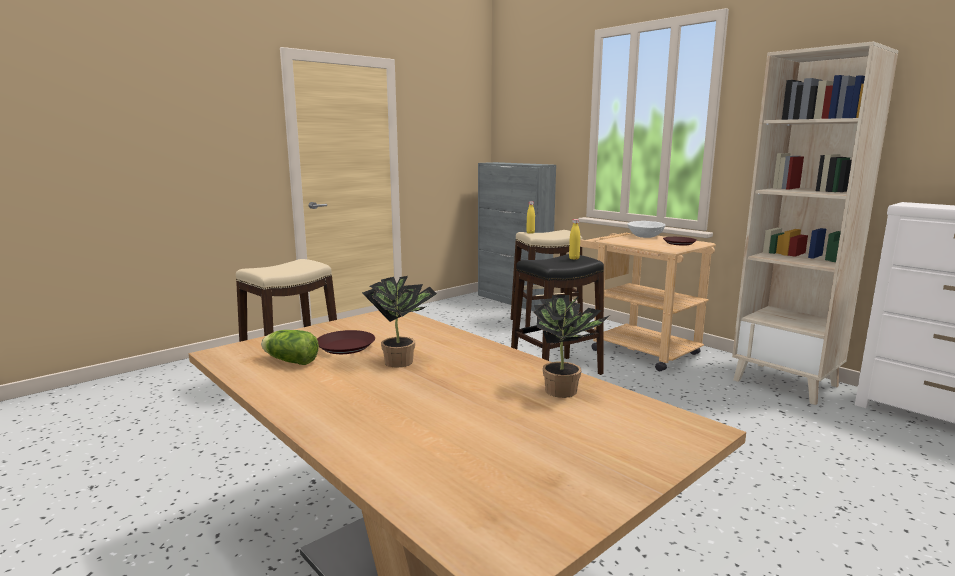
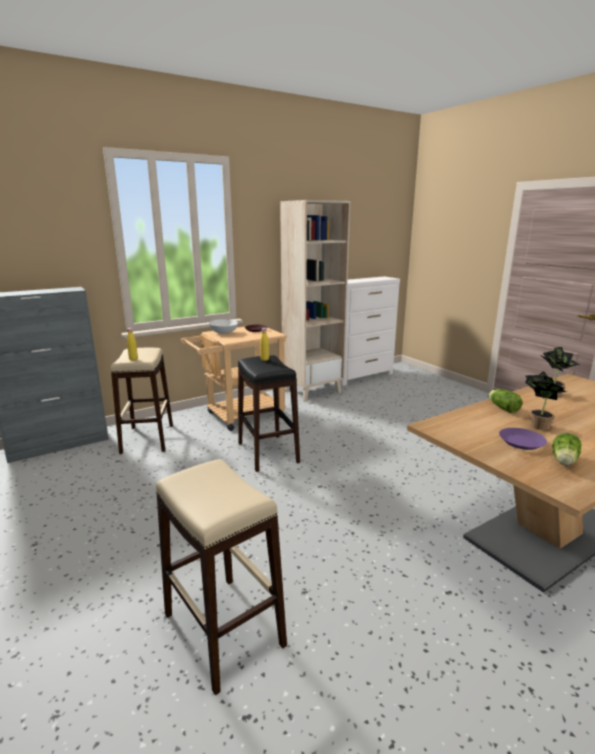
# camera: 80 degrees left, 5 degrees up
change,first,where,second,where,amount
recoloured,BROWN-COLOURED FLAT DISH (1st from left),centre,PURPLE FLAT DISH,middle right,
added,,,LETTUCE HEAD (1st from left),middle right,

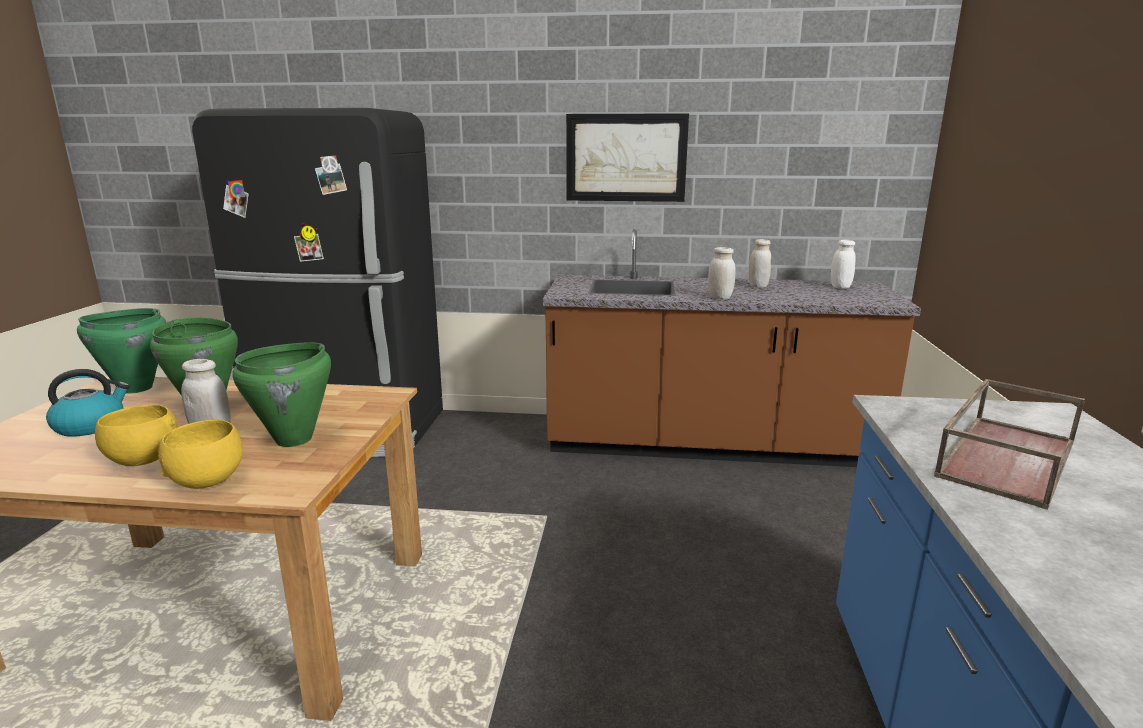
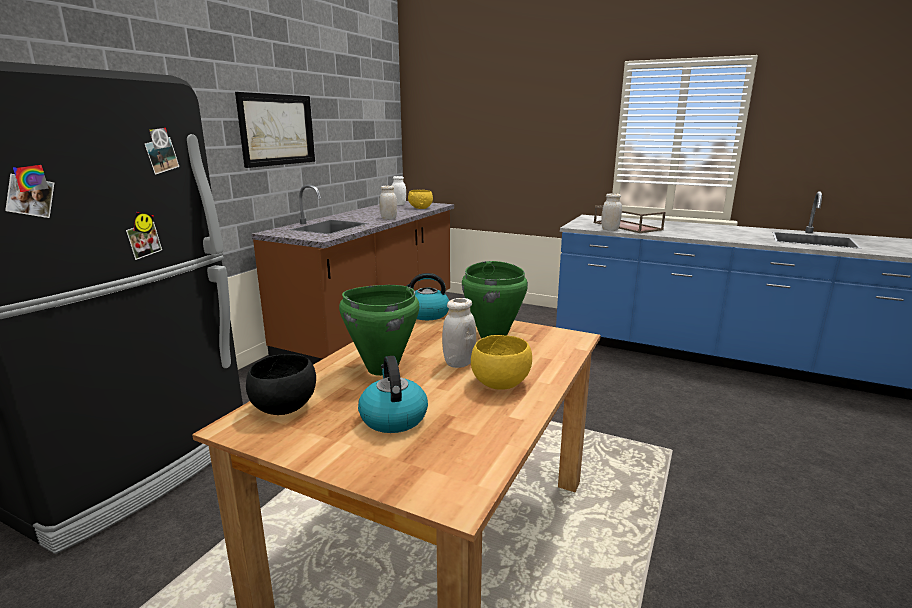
# camera: 70 degrees left, 0 degrees up
change,first,where,second,where,amount
replaced,GREEN STOCKPOT (1st from left),middle left,BLACK BOWL,middle left,
moved,YELLOW BOWL (2nd from left in the first image),middle left,YELLOW BOWL (1st from left),top centre,
moved,WHITE-COLOURED STORAGE JAR (3rd from left in the first image),centre,WHITE-COLOURED STORAGE JAR (4th from left),middle right,
added,,,TEA KETTLE (2nd from left),centre,

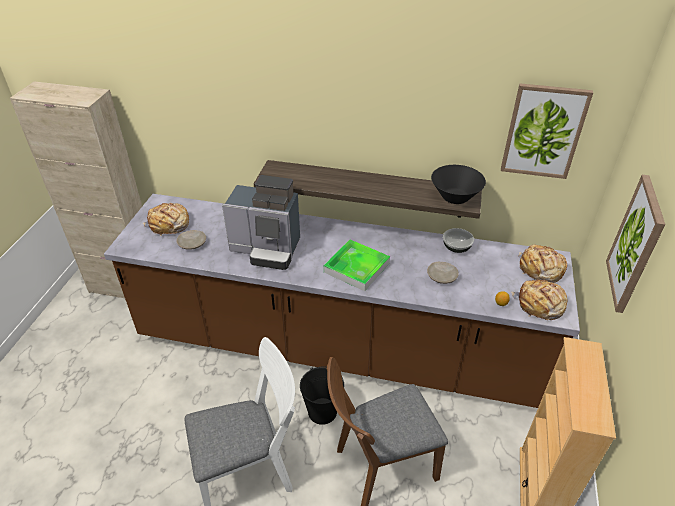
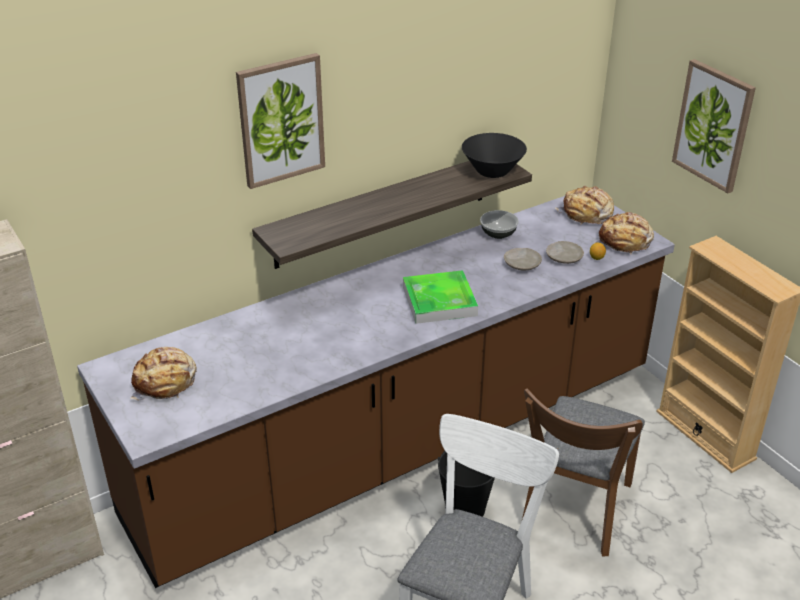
# camera: 45 degrees left, 5 degrees down
change,first,where,second,where,amount
moved,BEIGE-COLOURED FLAT DISH (1st from left in the first image),middle left,BEIGE-COLOURED FLAT DISH (2nd from left),middle right,
removed,COFFEE MAKER,centre,,,
moved,WALL ART (1st from left),top right,,top centre,

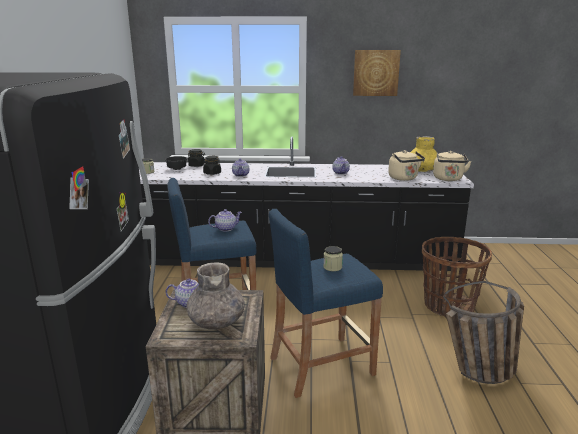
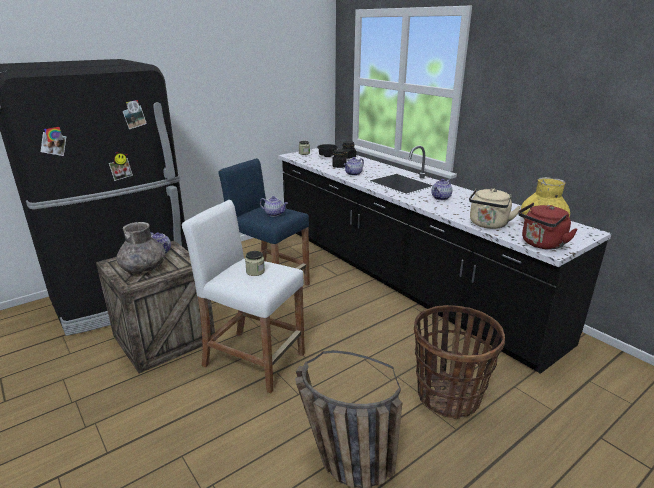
# camera: 50 degrees right, 5 degrees up
change,first,where,second,where,amount
recoloured,BLUE SITTING STOOL (2nd from left),bottom centre,WHITE-COLOURED SITTING STOOL,centre,
removed,WALL ART,top centre,,,
recoloured,BEIGE-COLOURED TEA KETTLE (2nd from left),middle right,REDDISH TEA KETTLE,middle right,

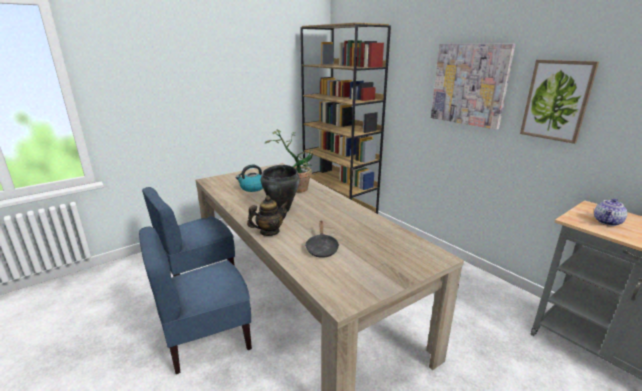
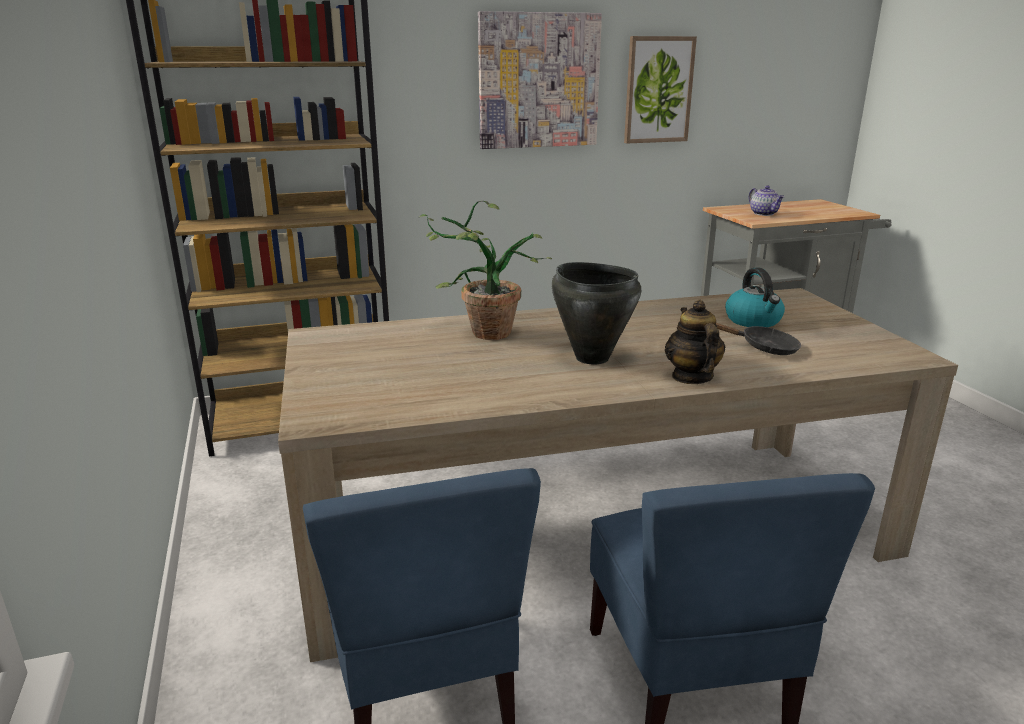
# camera: 70 degrees left, 0 degrees up
change,first,where,second,where,amount
moved,TEA KETTLE,centre,,middle right,

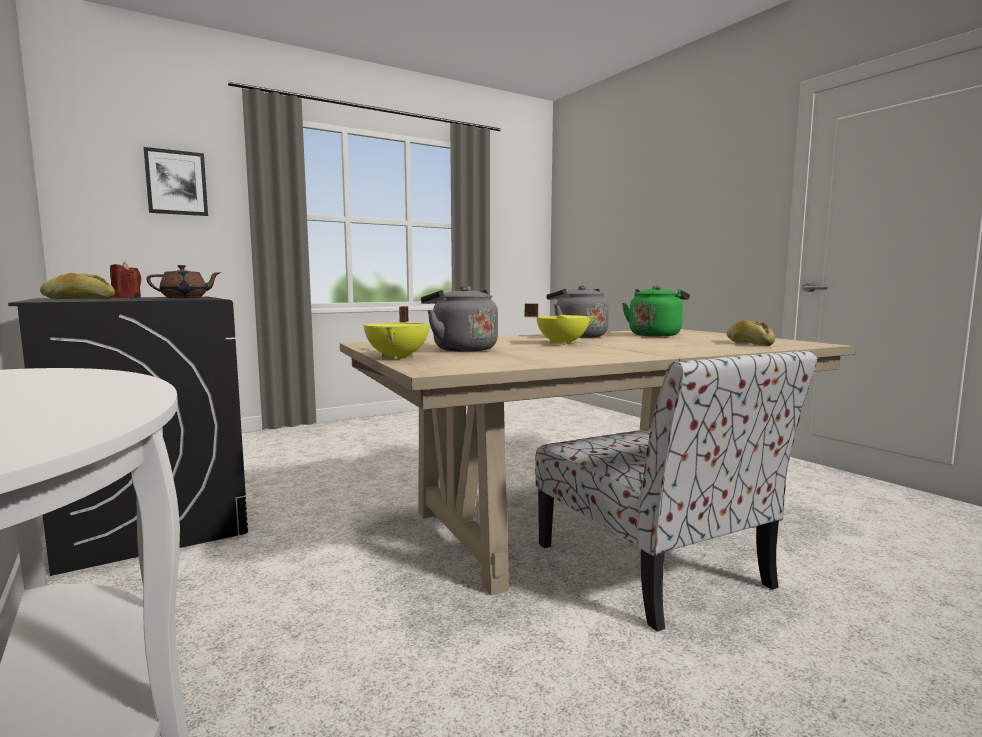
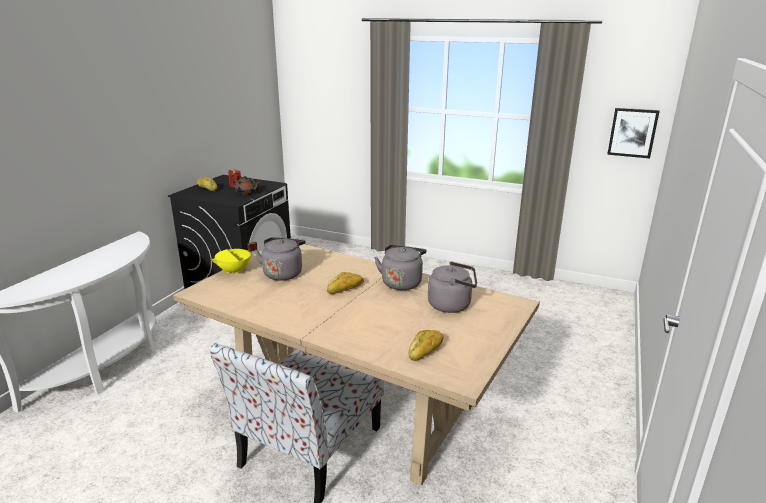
# camera: 55 degrees right, 15 degrees up
change,first,where,second,where,amount
moved,WALL ART,top left,,top right,
replaced,YELLOW STOCKPOT (2nd from left),centre,BREAD (2nd from left),centre,
recoloured,GREEN TEA KETTLE,middle right,GREY TEA KETTLE (3rd from left),centre,

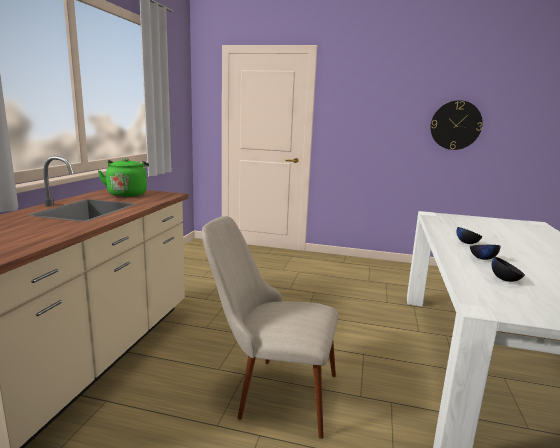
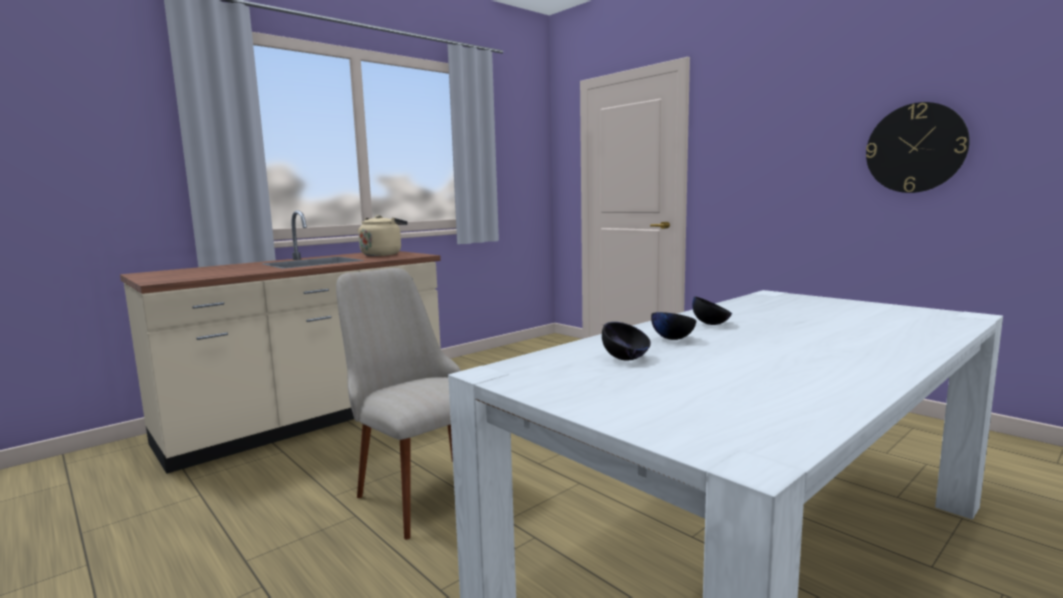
# camera: 35 degrees right, 5 degrees down
change,first,where,second,where,amount
recoloured,GREEN TEA KETTLE,middle left,BEIGE-COLOURED TEA KETTLE,centre,

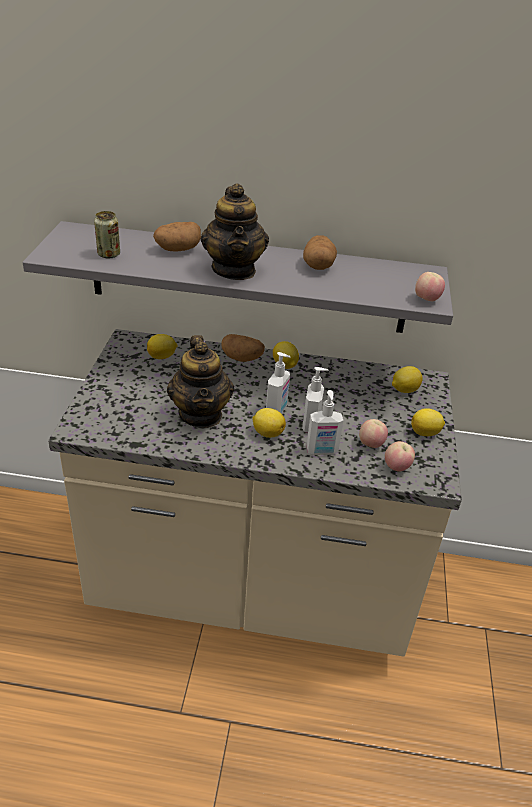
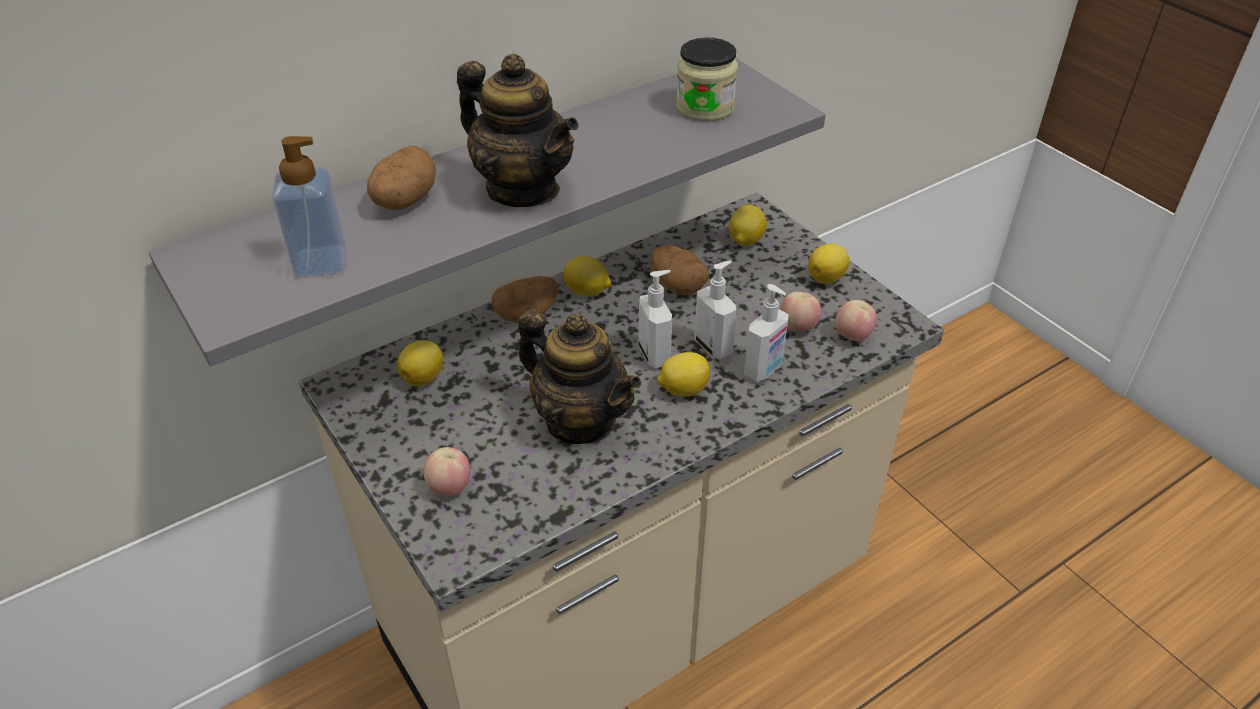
# camera: 40 degrees left, 5 degrees up
change,first,where,second,where,amount
replaced,SEALED CAN,top left,LIQUID SOAP BOTTLE (1st from left),top left,
moved,SPUD (3rd from left),top centre,,centre,
moved,WHOLE APPLE (3rd from left in the first image),middle right,WHOLE APPLE (1st from left),centre,
added,,,STORAGE JAR,top centre,

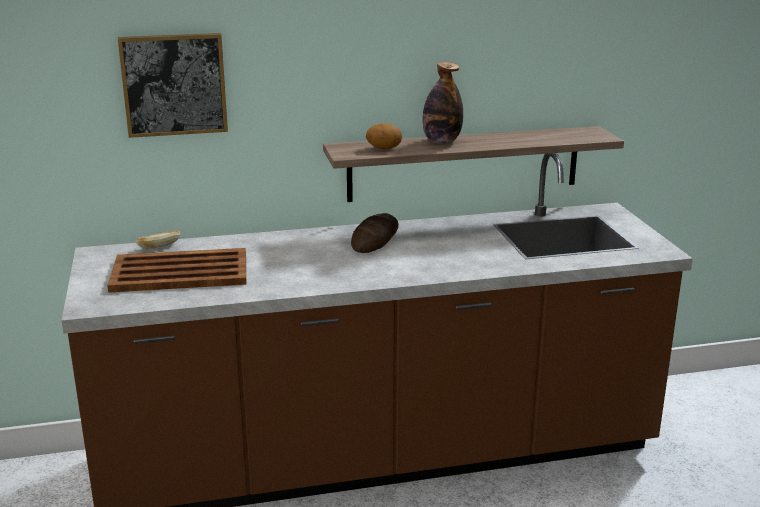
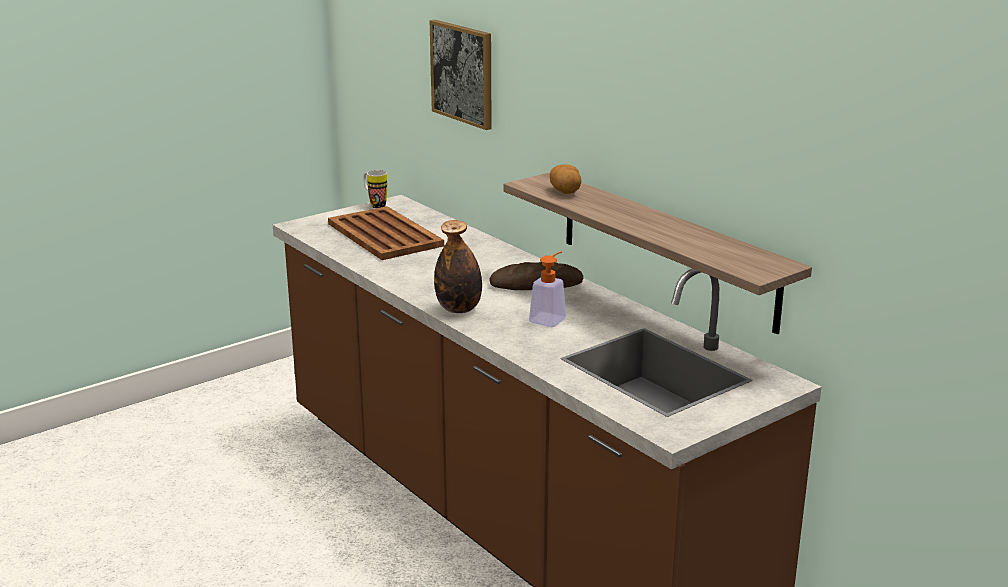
# camera: 65 degrees right, 0 degrees up
change,first,where,second,where,amount
removed,BREAD (1st from left),middle left,,,
moved,BEVERAGE BOTTLE,top centre,,centre,
added,,,COFFEE MUG,top centre,
added,,,LIQUID SOAP BOTTLE,centre,

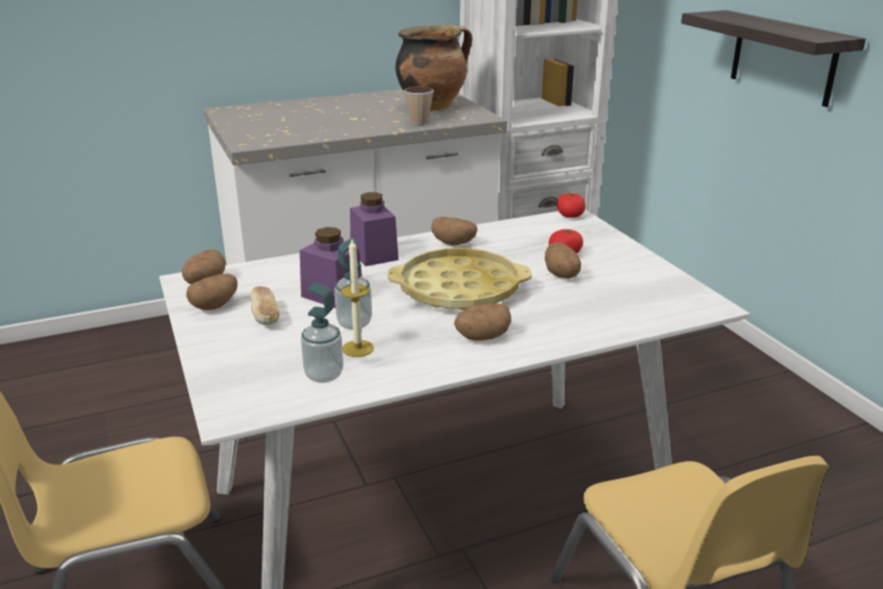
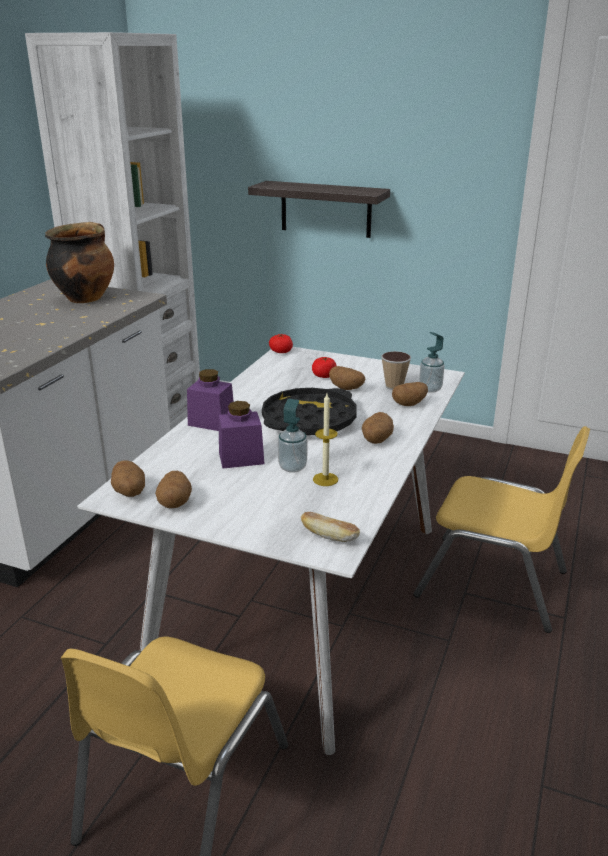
# camera: 45 degrees left, 0 degrees up
change,first,where,second,where,amount
moved,BREAD,middle left,,centre,
moved,LIQUID SOAP BOTTLE (1st from left in the first image),centre,LIQUID SOAP BOTTLE (2nd from left),middle right,
recoloured,YELLOW TRAY,centre,BLACK TRAY,centre,
moved,DRINKING CUP,top centre,,centre,
moved,SPUD (3rd from left in the first image),centre,SPUD (5th from left),middle right,

